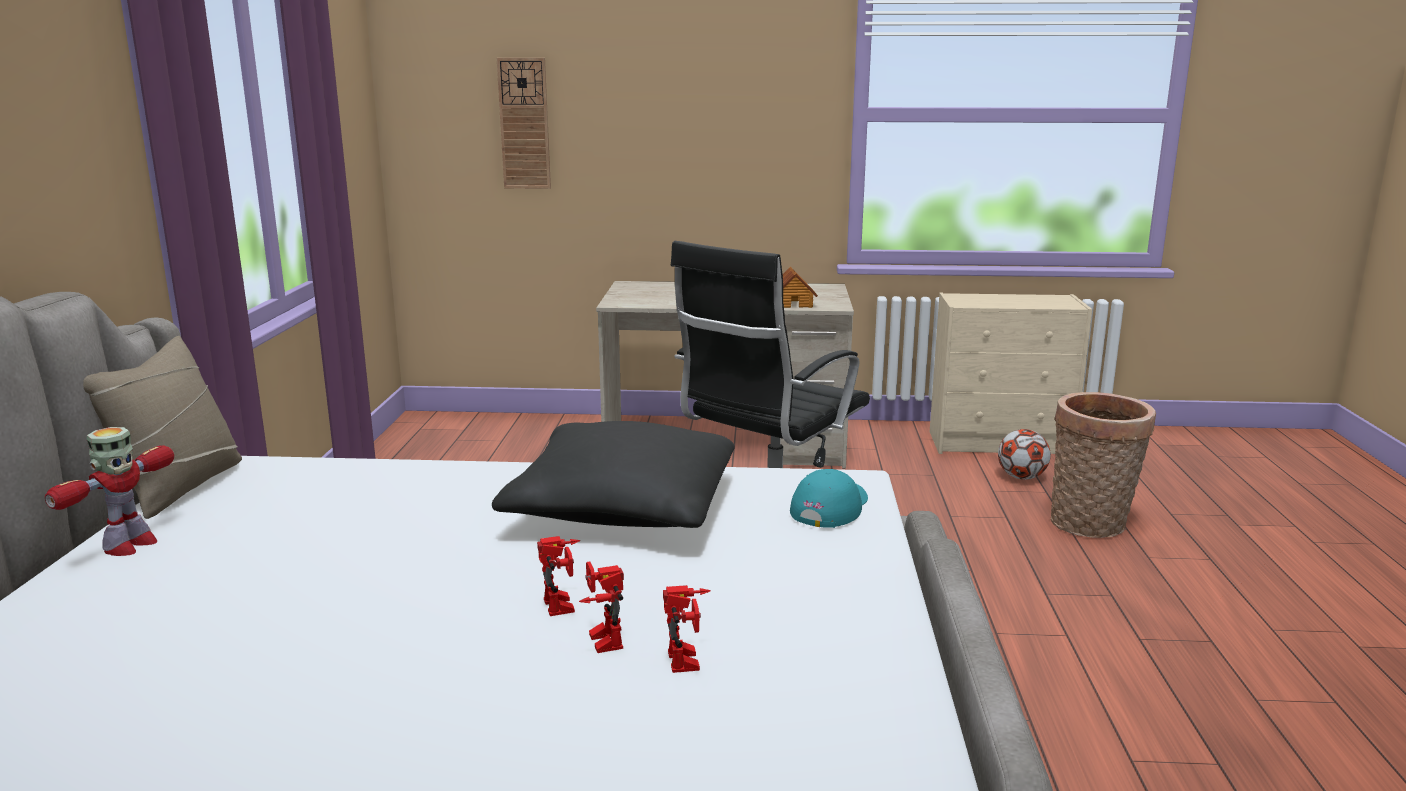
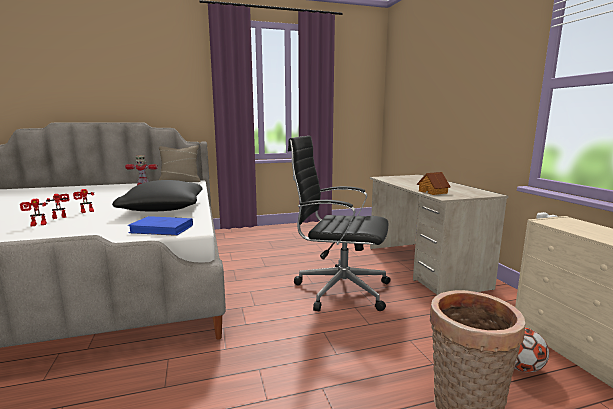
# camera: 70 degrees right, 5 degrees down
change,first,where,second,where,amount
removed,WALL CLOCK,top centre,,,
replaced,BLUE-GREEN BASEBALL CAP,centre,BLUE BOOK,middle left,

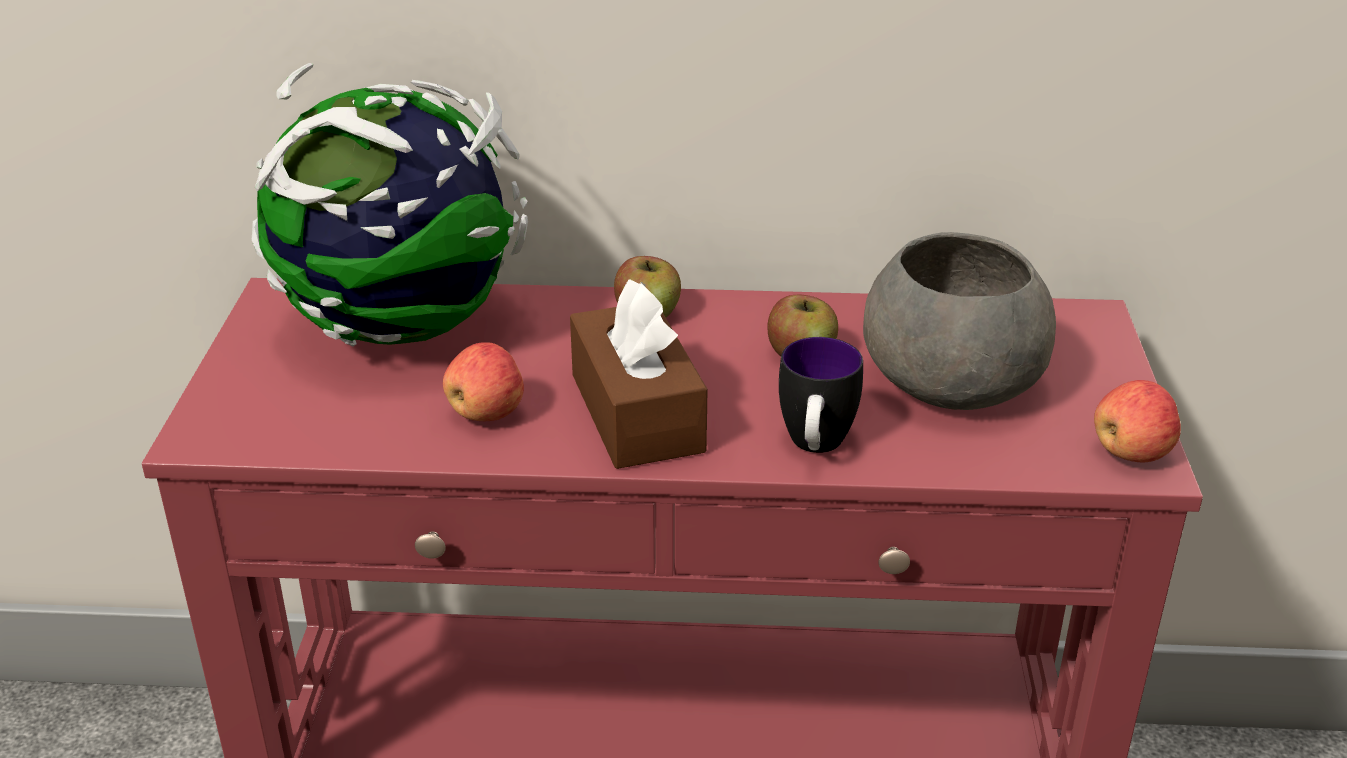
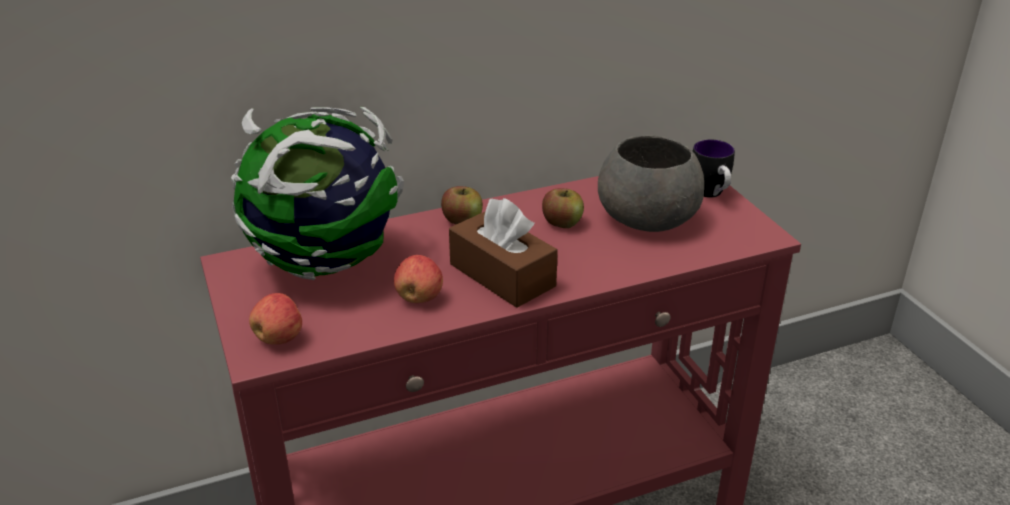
# camera: 25 degrees left, 0 degrees up
change,first,where,second,where,amount
moved,COFFEE MUG,centre,,middle right,
moved,WHOLE APPLE (4th from left in the first image),middle right,WHOLE APPLE (1st from left),middle left,

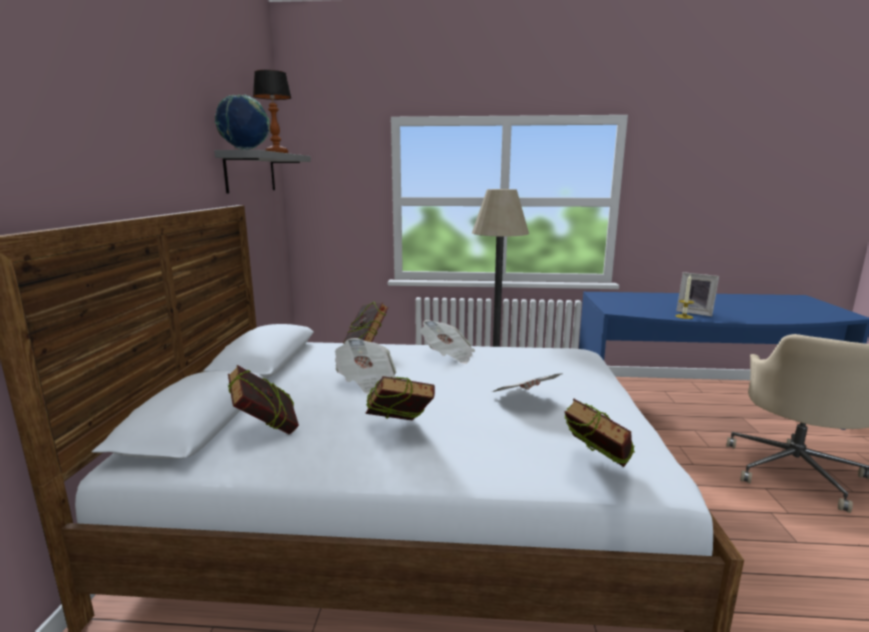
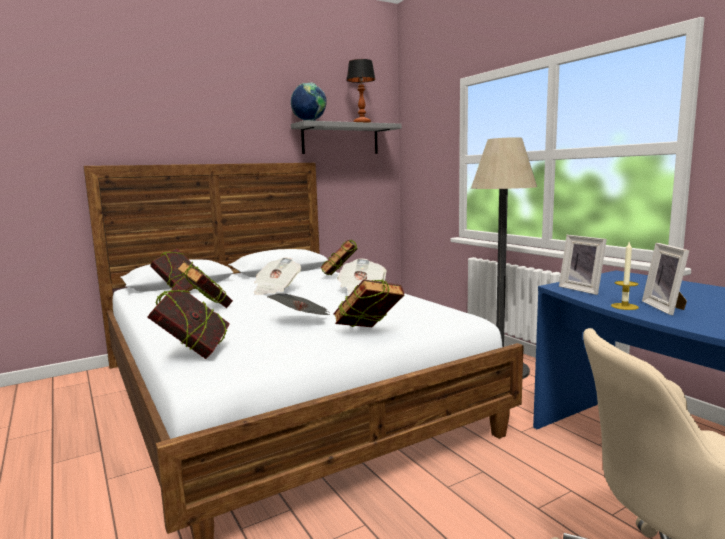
# camera: 55 degrees right, 5 degrees down
change,first,where,second,where,amount
added,,,BOOK (5th from left),centre,
added,,,PHOTO FRAME (1st from left),middle right,

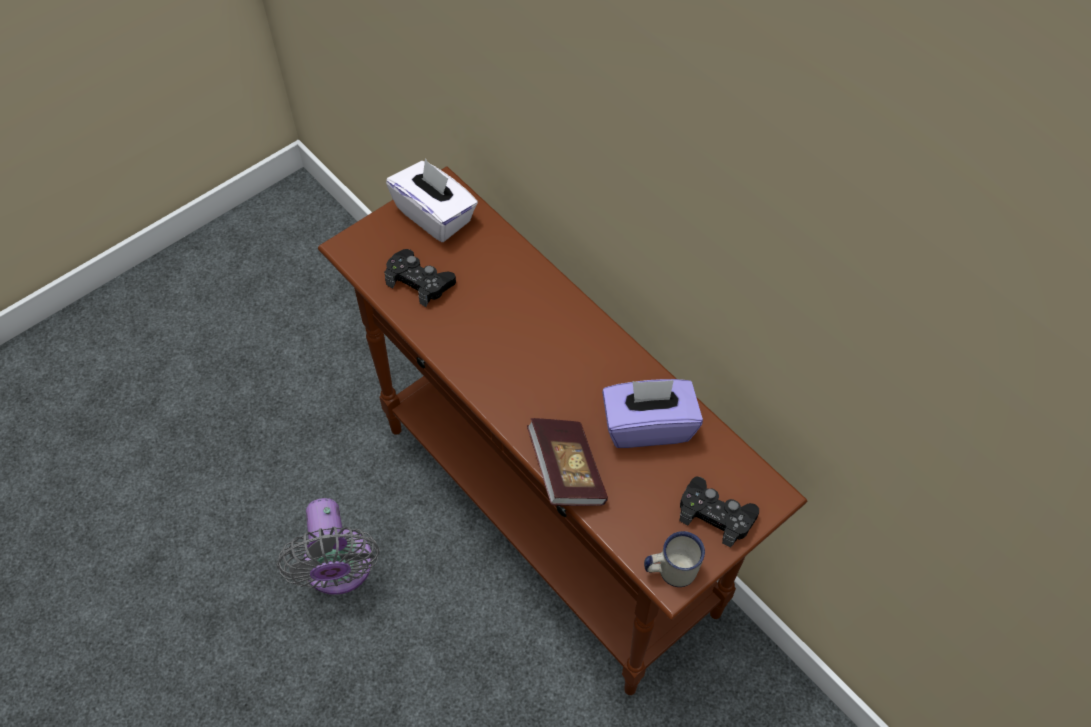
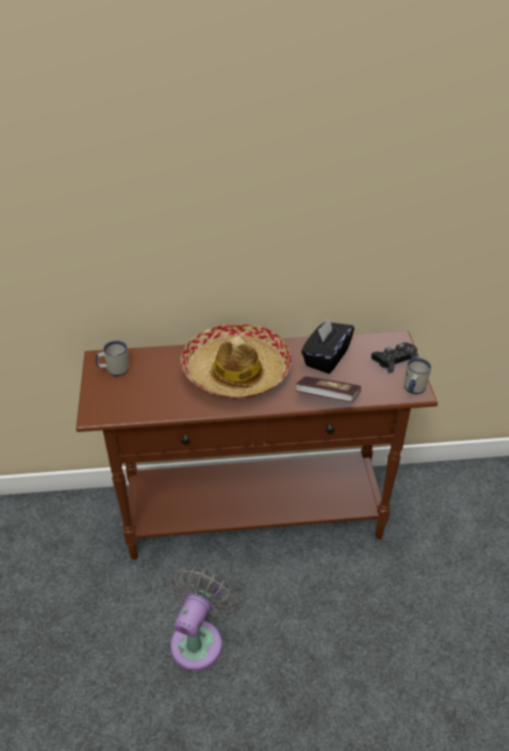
# camera: 55 degrees left, 15 degrees down
change,first,where,second,where,amount
turned,GREY ELECTRIC FAN,bottom left,,bottom centre,90 degrees counterclockwise
removed,BLACK GAME CONTROLLER (1st from left),centre,,,
replaced,WHITE-COLOURED BOX OF TISSUES,top centre,WHITE-COLOURED COFFEE MUG (1st from left),middle left,
recoloured,PURPLE BOX OF TISSUES,centre,BLACK BOX OF TISSUES,centre,
added,,,CLOTHING HAT,centre,

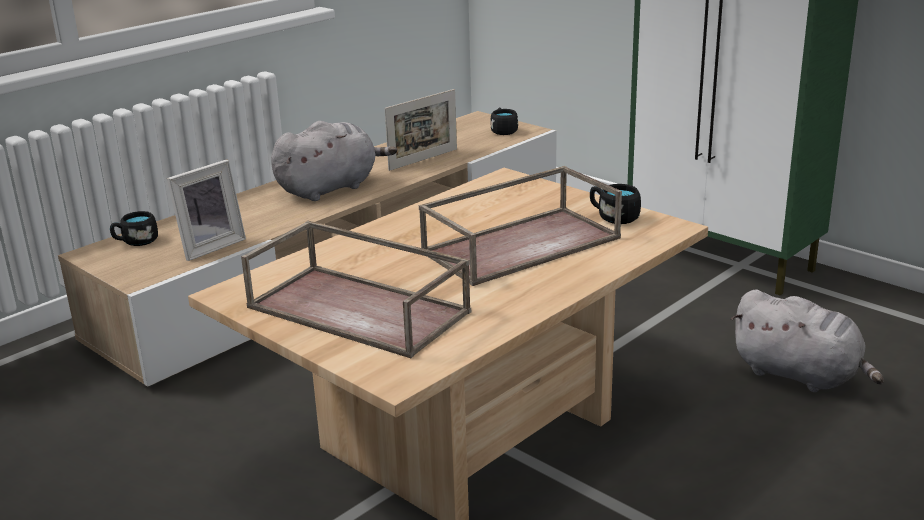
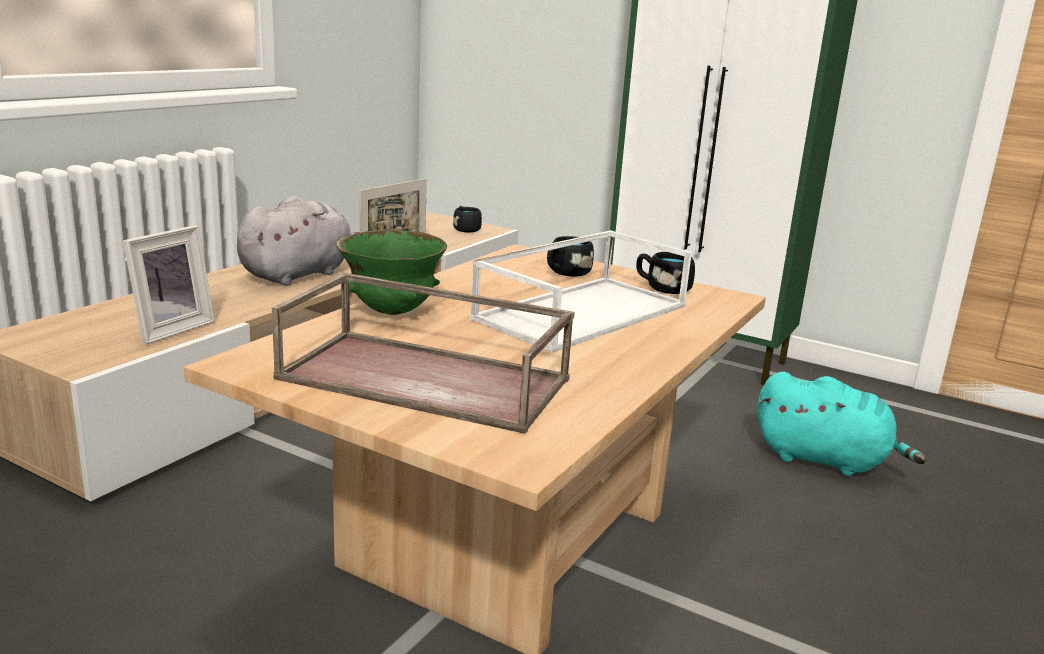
# camera: 15 degrees left, 5 degrees down
change,first,where,second,where,amount
moved,BLACK COFFEE MUG (1st from left in the first image),middle left,BLACK COFFEE MUG (2nd from left),centre,
recoloured,BROWN-COLOURED TRAY (2nd from left),centre,WHITE-COLOURED TRAY,centre,
recoloured,GREY SOFT TOY (2nd from left),middle right,BLUE-GREEN SOFT TOY,middle right,
added,,,GREEN BOWL,centre,

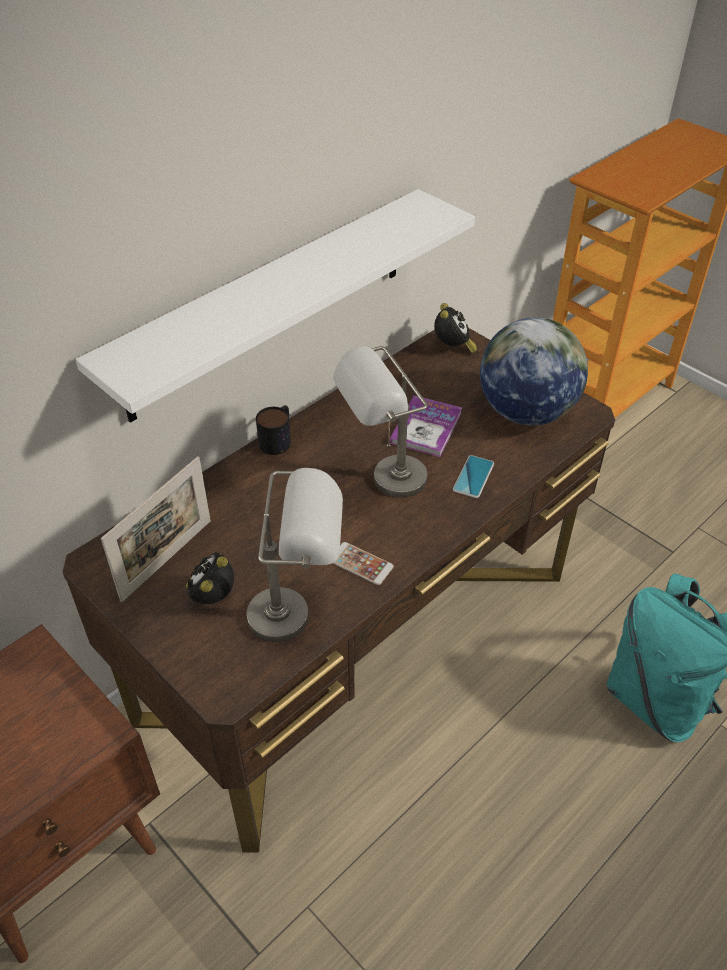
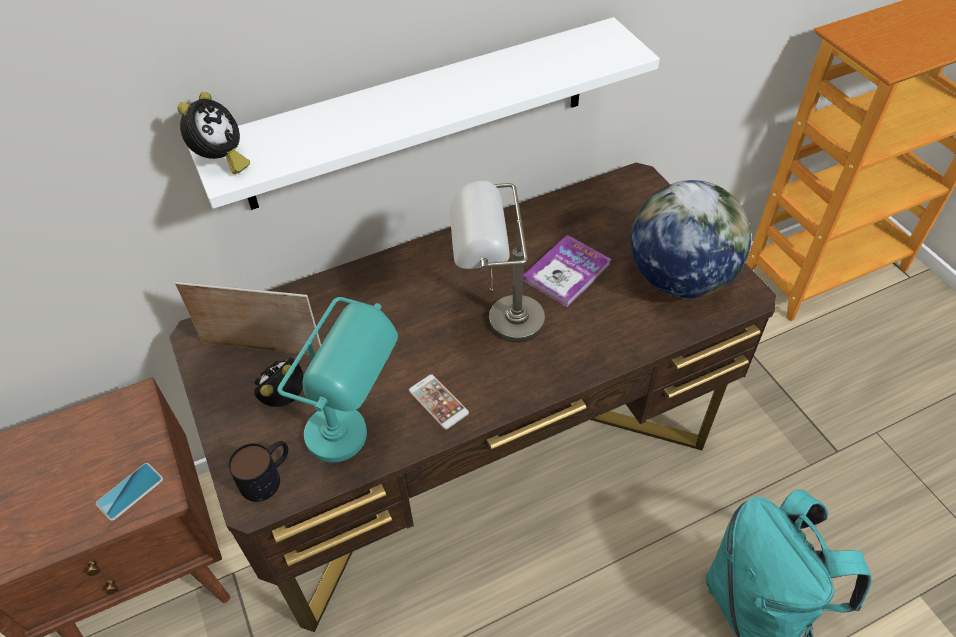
# camera: 20 degrees right, 5 degrees up
change,first,where,second,where,amount
turned,PHOTO FRAME,middle left,,middle left,135 degrees counterclockwise
recoloured,GREY TABLE LAMP (1st from left),centre,BLUE-GREEN TABLE LAMP,centre,
moved,COFFEE MUG,centre,,bottom left,
moved,BEDSIDE CLOCK (2nd from left in the first image),centre,BEDSIDE CLOCK (1st from left),top left,
moved,HANDSET (2nd from left in the first image),centre,HANDSET (1st from left),bottom left,

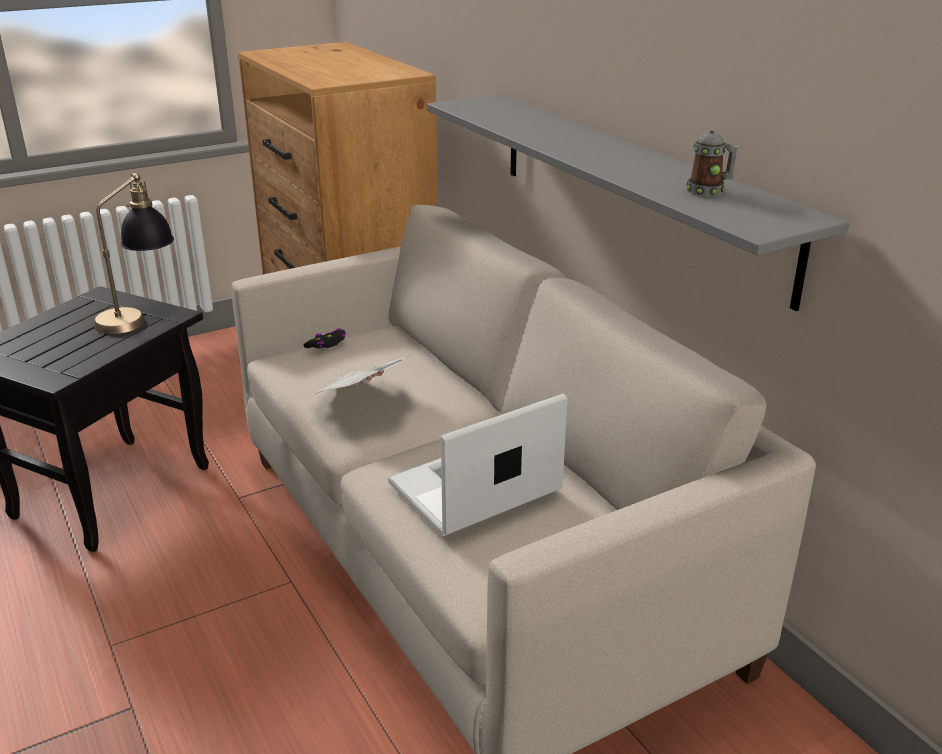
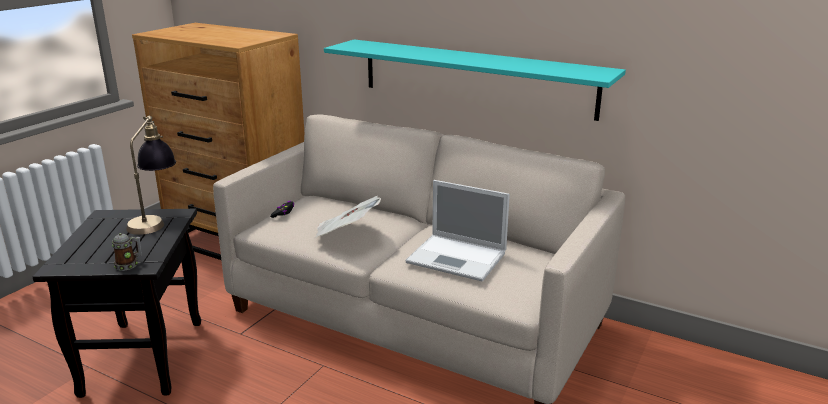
# camera: 30 degrees left, 5 degrees down
change,first,where,second,where,amount
turned,LAPTOP,centre,,centre,90 degrees counterclockwise
recoloured,GREY BRACKET SHELF,top right,BLUE-GREEN BRACKET SHELF,top centre,
moved,COFFEE MUG,top right,,middle left,

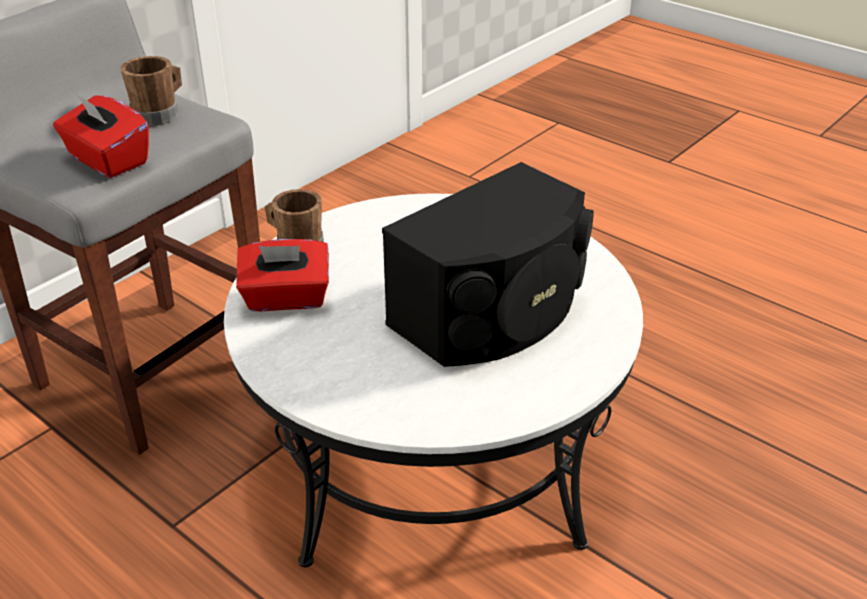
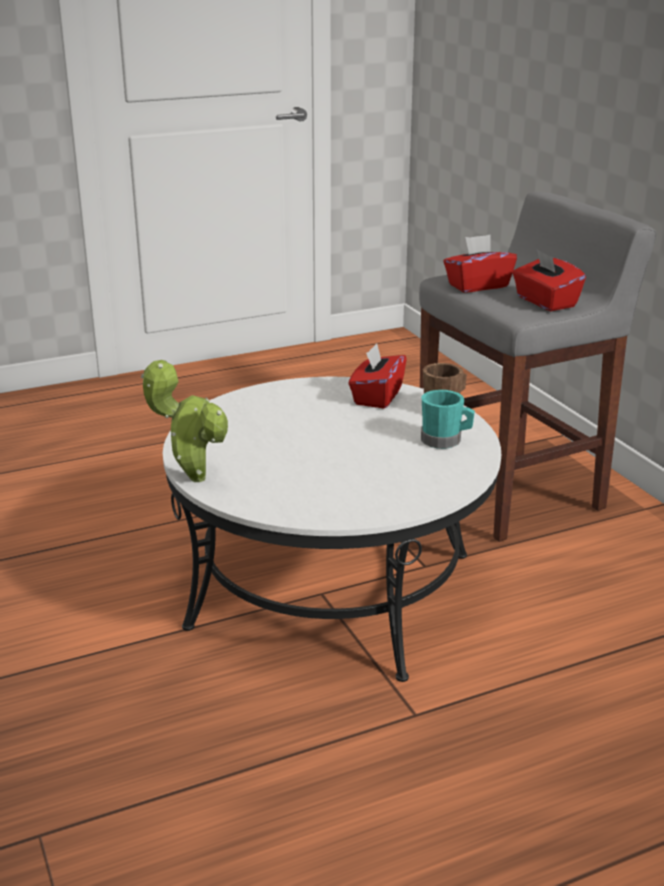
# camera: 115 degrees right, 10 degrees down
change,first,where,second,where,amount
replaced,BROWN-COLOURED COFFEE MUG (1st from left),top left,REDDISH BOX OF TISSUES (3rd from left),top right,
removed,BLACK LOUDSPEAKER,centre,,,
added,,,POTTED PLANT,middle left,
added,,,BLUE-GREEN COFFEE MUG,middle right,

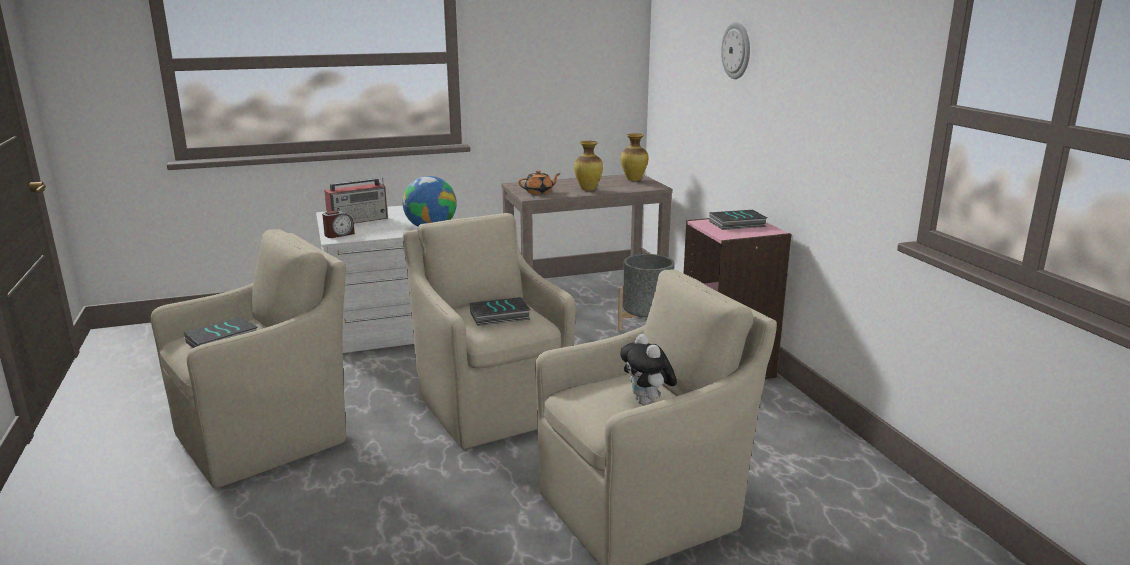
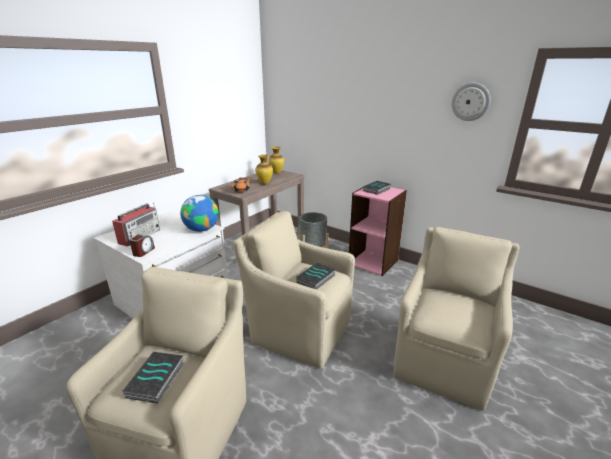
# camera: 35 degrees left, 5 degrees up
change,first,where,second,where,amount
removed,SOFT TOY,centre,,,
moved,WALL CLOCK,top centre,,top right,

